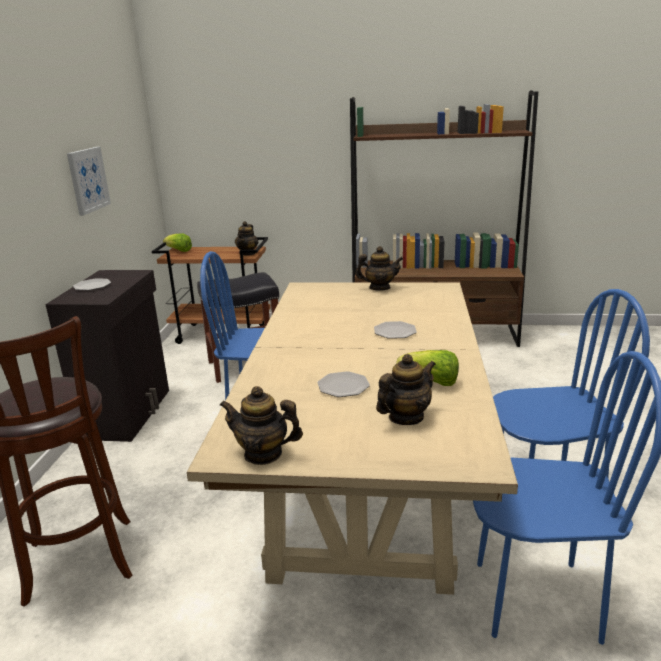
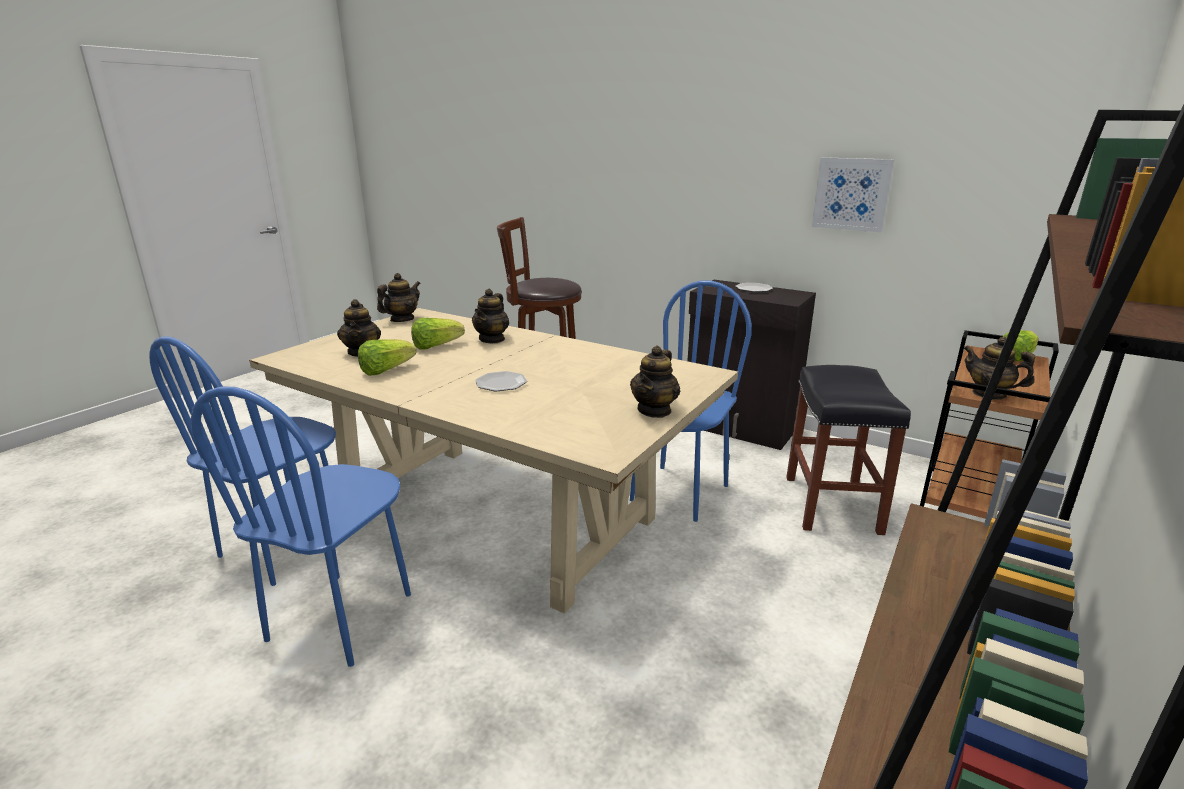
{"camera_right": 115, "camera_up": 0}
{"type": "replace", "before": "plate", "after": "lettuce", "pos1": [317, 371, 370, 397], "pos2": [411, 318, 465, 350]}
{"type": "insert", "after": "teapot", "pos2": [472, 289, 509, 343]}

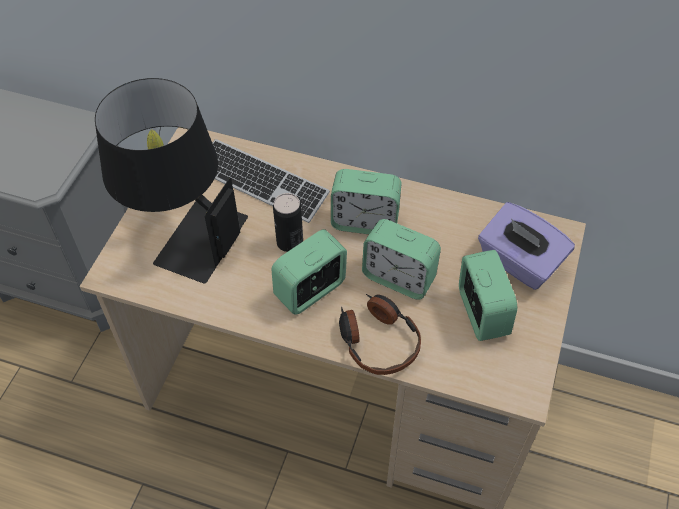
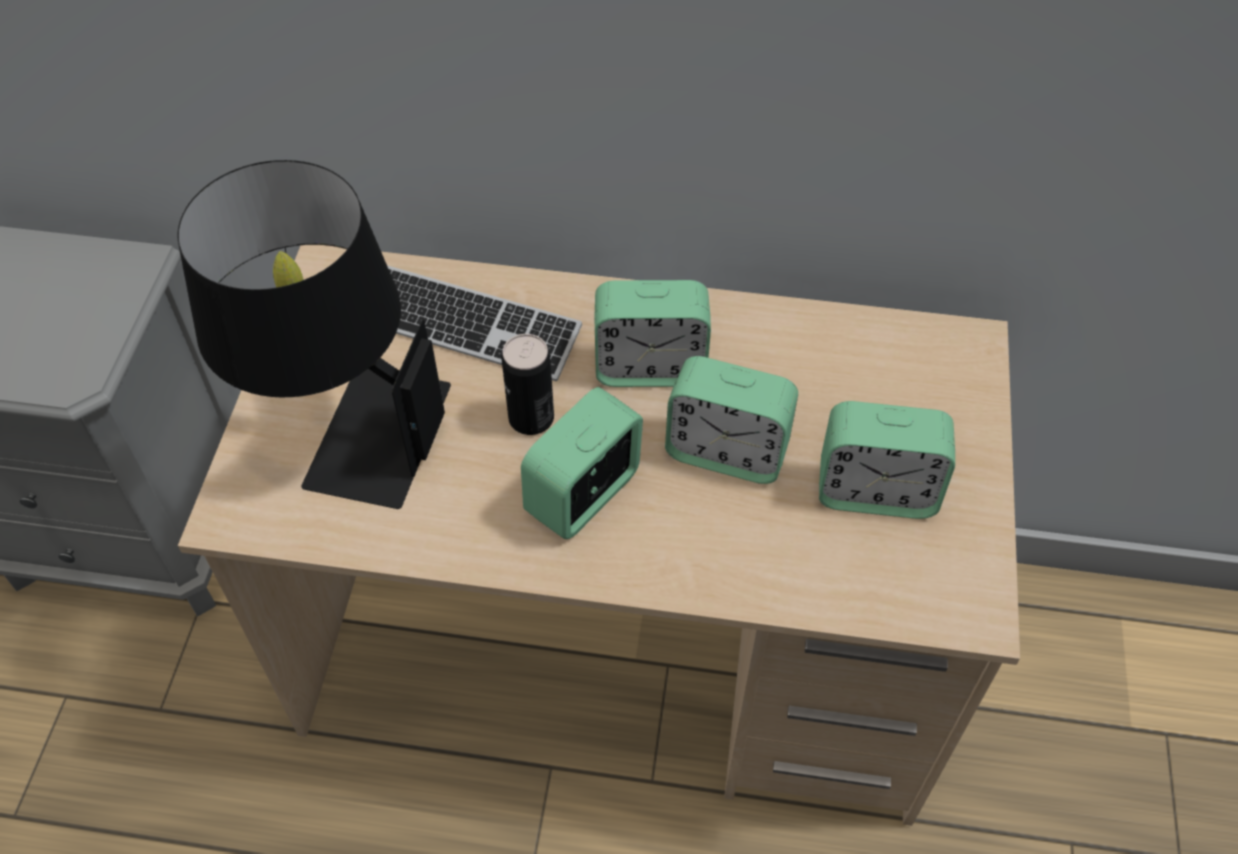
{"camera_right": -10, "camera_up": 0}
{"type": "rotate", "before": "alarm clock", "pos1": [459, 250, 517, 341], "pos2": [819, 401, 955, 519], "turn": 120}
{"type": "delete", "before": "headphones", "pos1": [339, 294, 421, 375]}
{"type": "delete", "before": "purple tissue box", "pos1": [478, 202, 575, 290]}

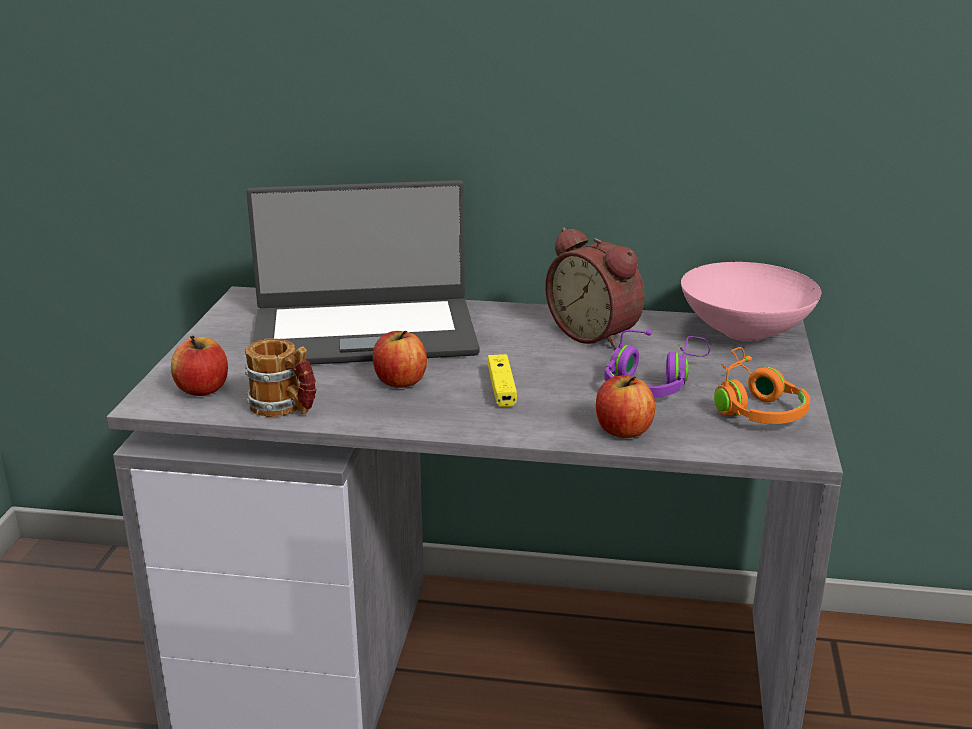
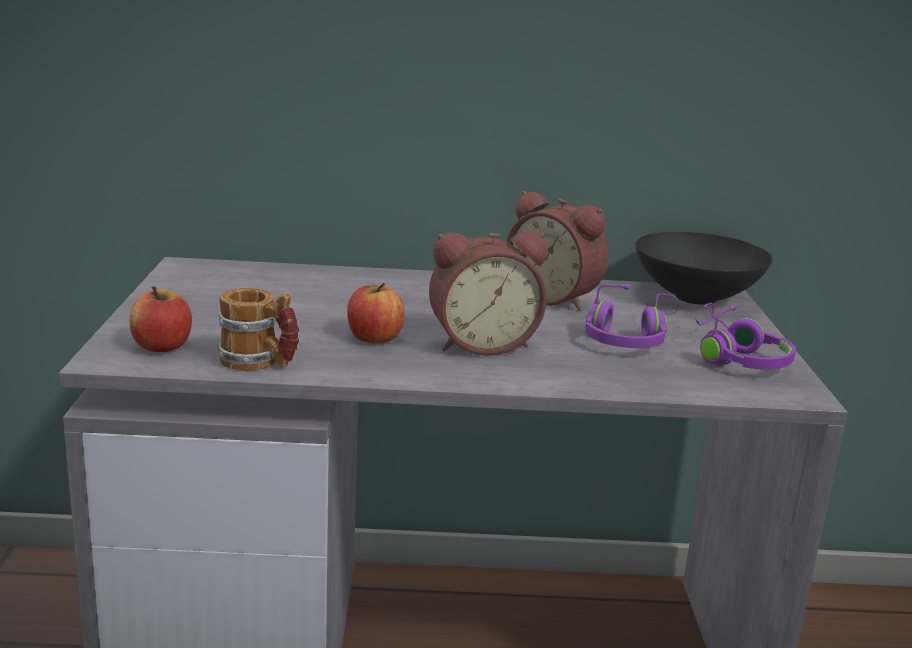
{"camera_right": -10, "camera_up": -5}
{"type": "replace", "before": "yellow game controller", "after": "alarm clock", "pos1": [488, 354, 517, 407], "pos2": [429, 231, 547, 356]}
{"type": "recolor", "before": "pink bowl", "after": "black bowl", "pos1": [681, 262, 822, 342], "pos2": [636, 232, 772, 305]}
{"type": "recolor", "before": "orange headphones", "after": "purple headphones", "pos1": [714, 347, 810, 424], "pos2": [695, 303, 796, 370]}
{"type": "delete", "before": "laptop", "pos1": [247, 180, 479, 365]}
{"type": "delete", "before": "apple", "pos1": [596, 375, 655, 438]}

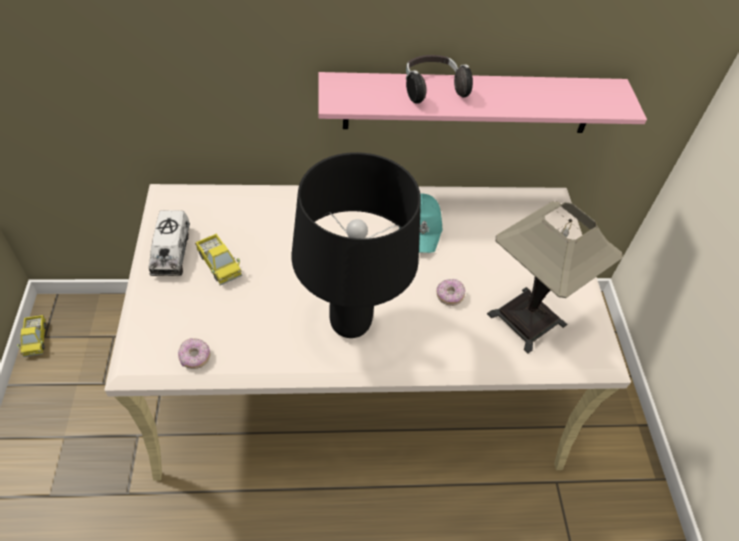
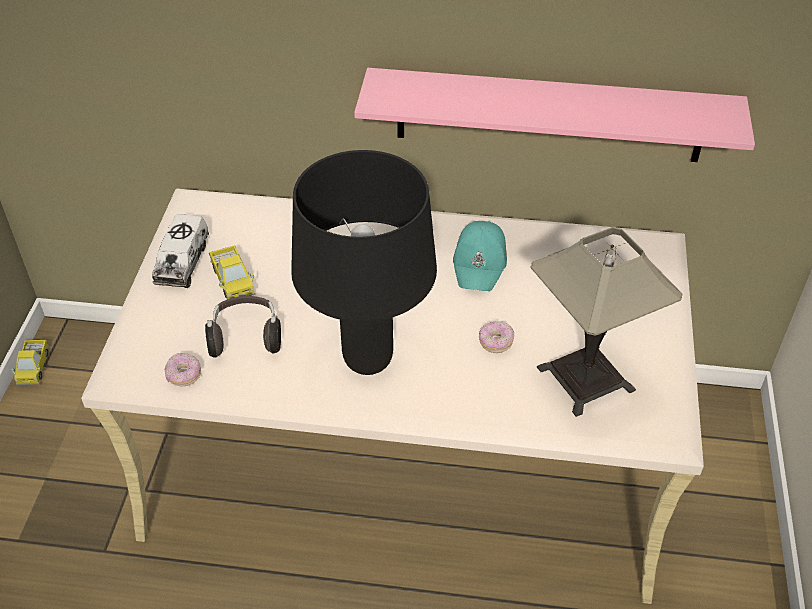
{"camera_right": 15, "camera_up": -5}
{"type": "move", "before": "headphones", "pos1": [406, 55, 473, 104], "pos2": [205, 296, 281, 358]}

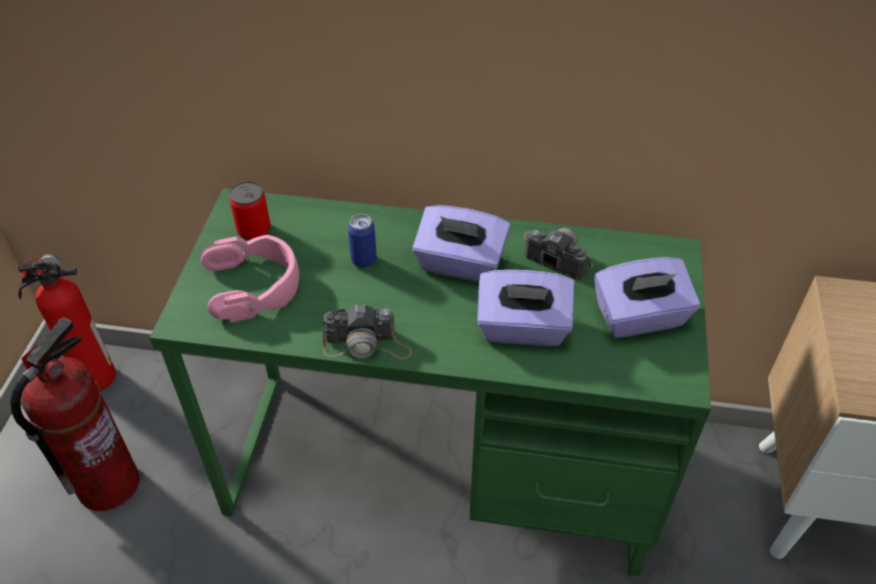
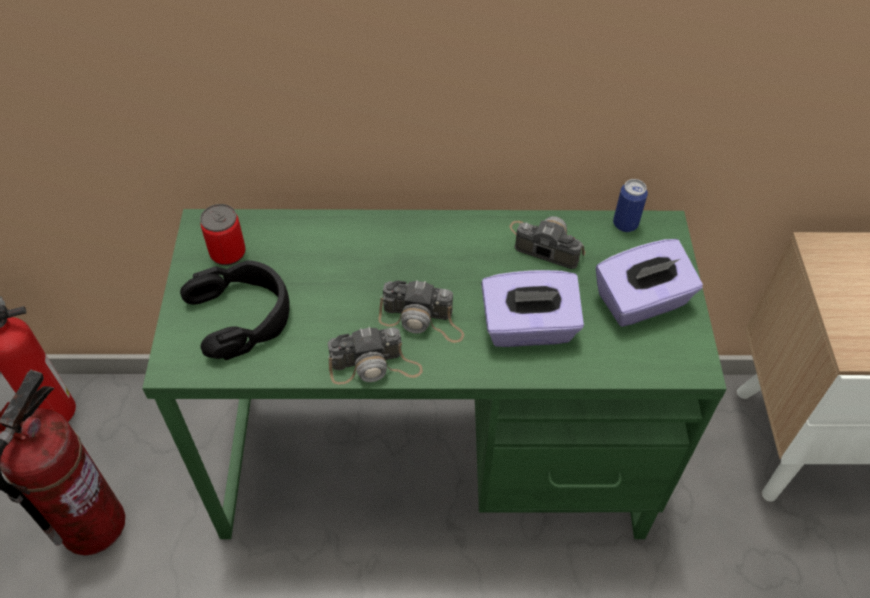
{"camera_right": -10, "camera_up": 5}
{"type": "recolor", "before": "pink headphones", "after": "black headphones", "pos1": [201, 235, 299, 323], "pos2": [180, 260, 290, 360]}
{"type": "insert", "after": "photo camera", "pos2": [378, 280, 464, 343]}
{"type": "move", "before": "can", "pos1": [348, 214, 377, 268], "pos2": [613, 179, 648, 232]}
{"type": "delete", "before": "purple tissue box", "pos1": [412, 205, 510, 282]}

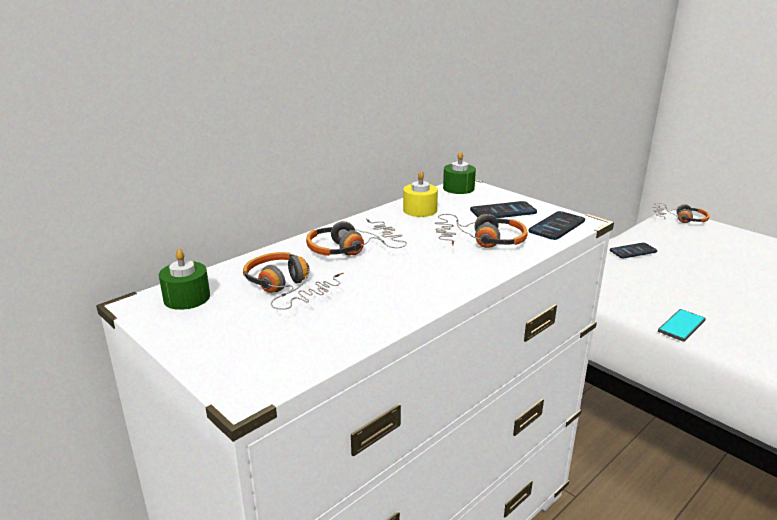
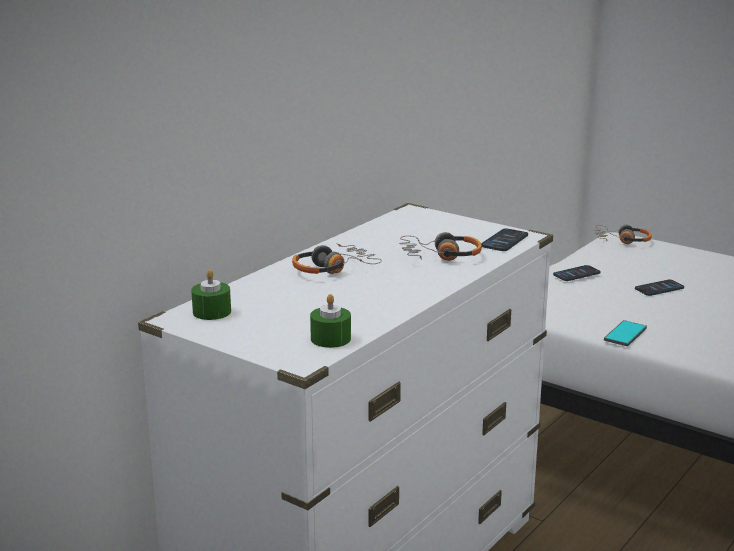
{"camera_right": -10, "camera_up": -5}
{"type": "move", "before": "green candle", "pos1": [443, 152, 476, 194], "pos2": [310, 294, 351, 348]}
{"type": "move", "before": "phone", "pos1": [470, 201, 537, 218], "pos2": [635, 280, 684, 296]}
{"type": "delete", "before": "headphones", "pos1": [243, 252, 343, 310]}
{"type": "delete", "before": "yellow candle", "pos1": [403, 171, 438, 217]}

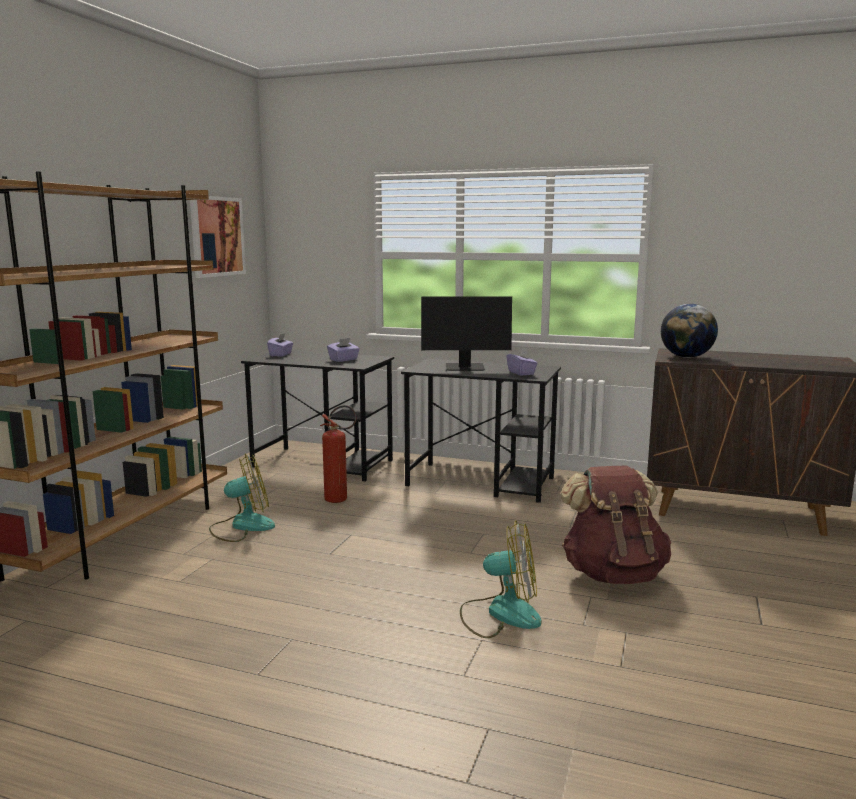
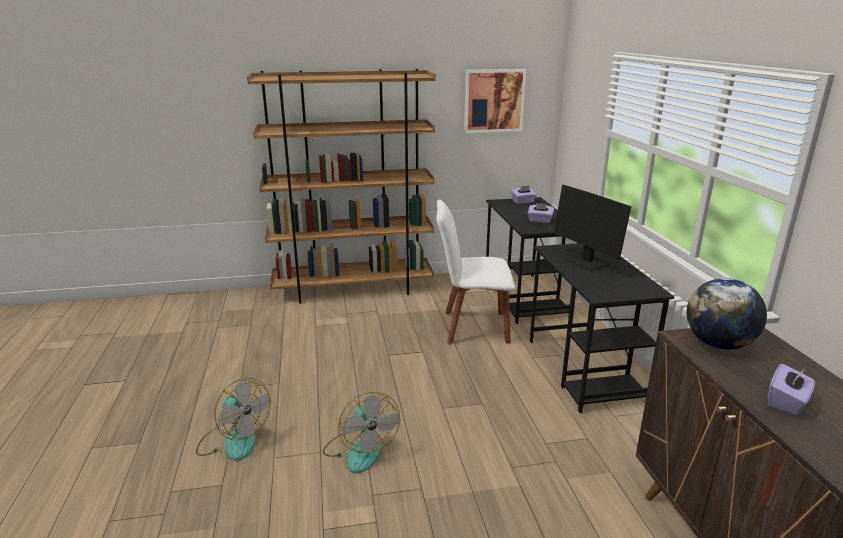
{"camera_right": 60, "camera_up": 10}
{"type": "move", "before": "fan", "pos1": [209, 453, 275, 542], "pos2": [196, 377, 271, 461]}
{"type": "replace", "before": "fire extinguisher", "after": "white chair", "pos1": [320, 405, 357, 503], "pos2": [436, 200, 515, 345]}
{"type": "move", "before": "purple tissue box", "pos1": [506, 348, 538, 376], "pos2": [768, 364, 815, 417]}
{"type": "delete", "before": "brown backpack", "pos1": [561, 466, 671, 584]}

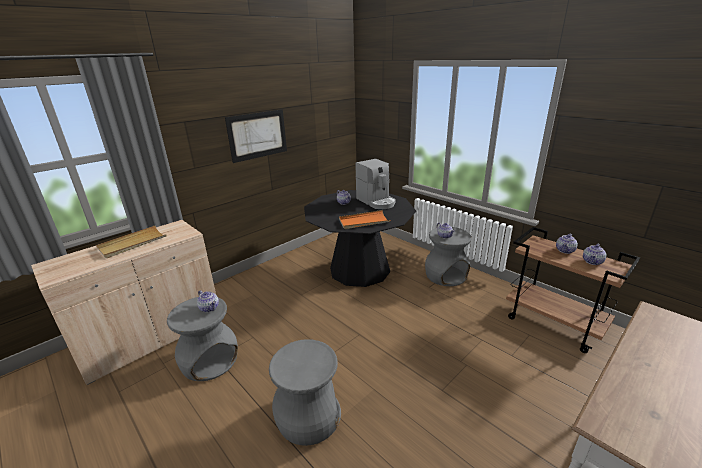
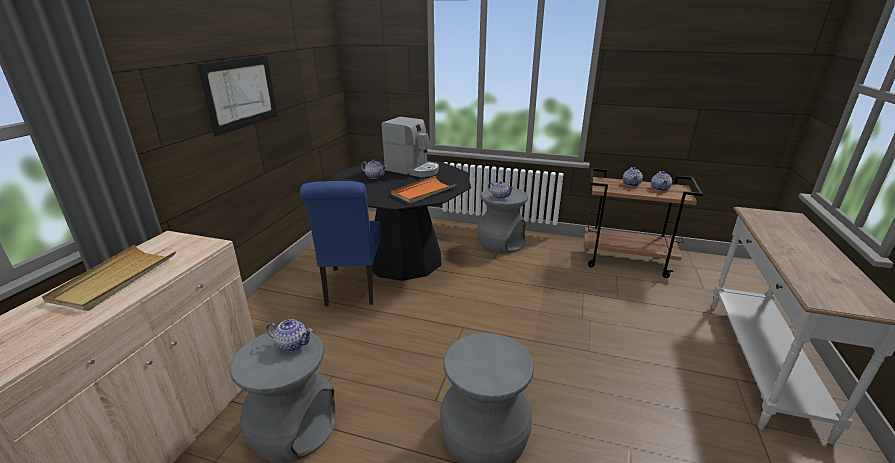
{"camera_right": -30, "camera_up": 0}
{"type": "insert", "after": "blue chair", "pos2": [300, 181, 381, 306]}

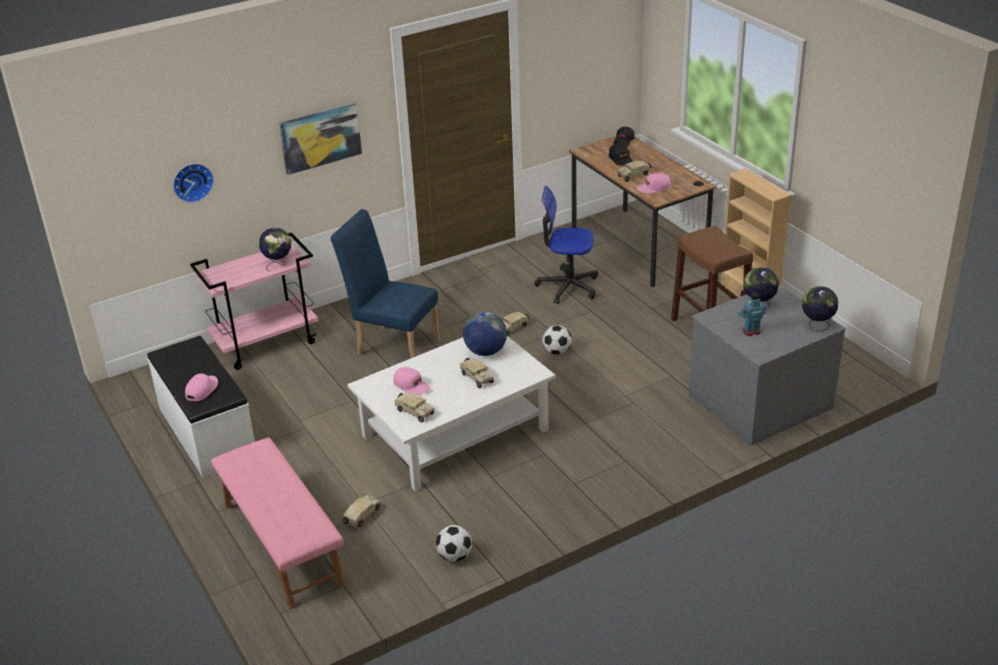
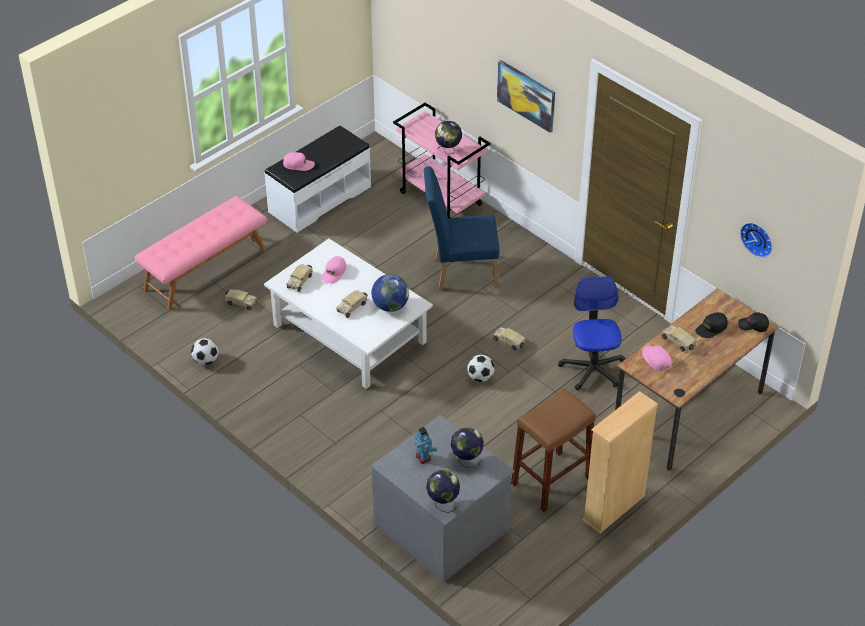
{"camera_right": 75, "camera_up": 10}
{"type": "rotate", "before": "blue chair", "pos1": [331, 209, 441, 359], "pos2": [424, 166, 499, 290], "turn": -105}
{"type": "move", "before": "wall clock", "pos1": [173, 163, 214, 203], "pos2": [740, 223, 772, 258]}

